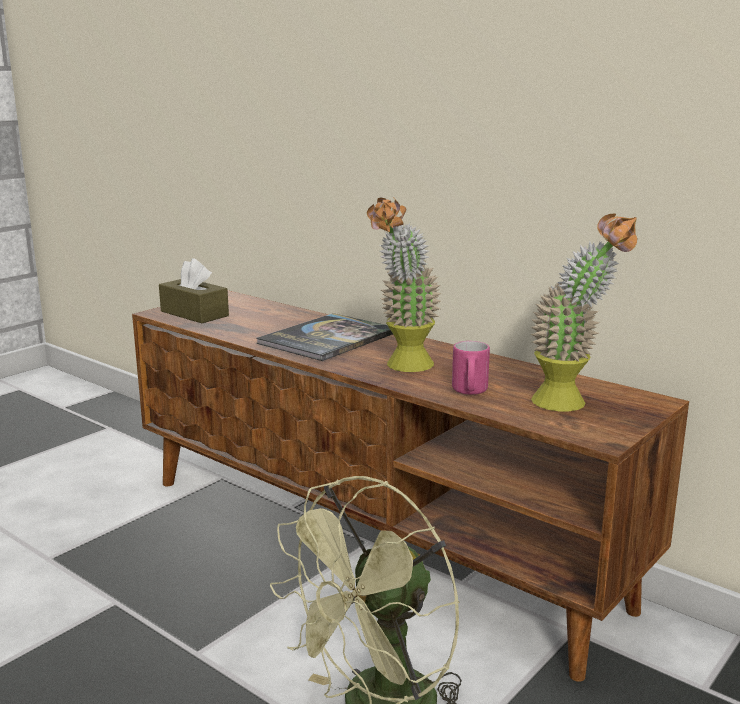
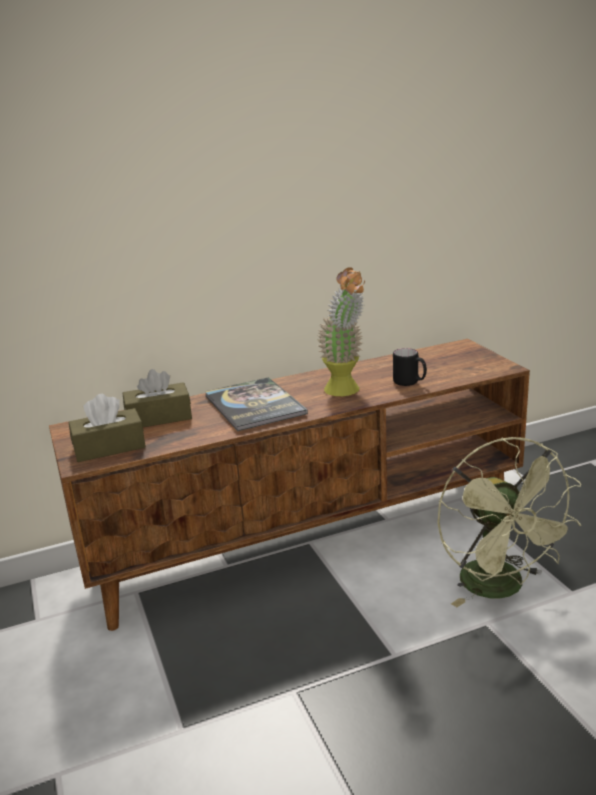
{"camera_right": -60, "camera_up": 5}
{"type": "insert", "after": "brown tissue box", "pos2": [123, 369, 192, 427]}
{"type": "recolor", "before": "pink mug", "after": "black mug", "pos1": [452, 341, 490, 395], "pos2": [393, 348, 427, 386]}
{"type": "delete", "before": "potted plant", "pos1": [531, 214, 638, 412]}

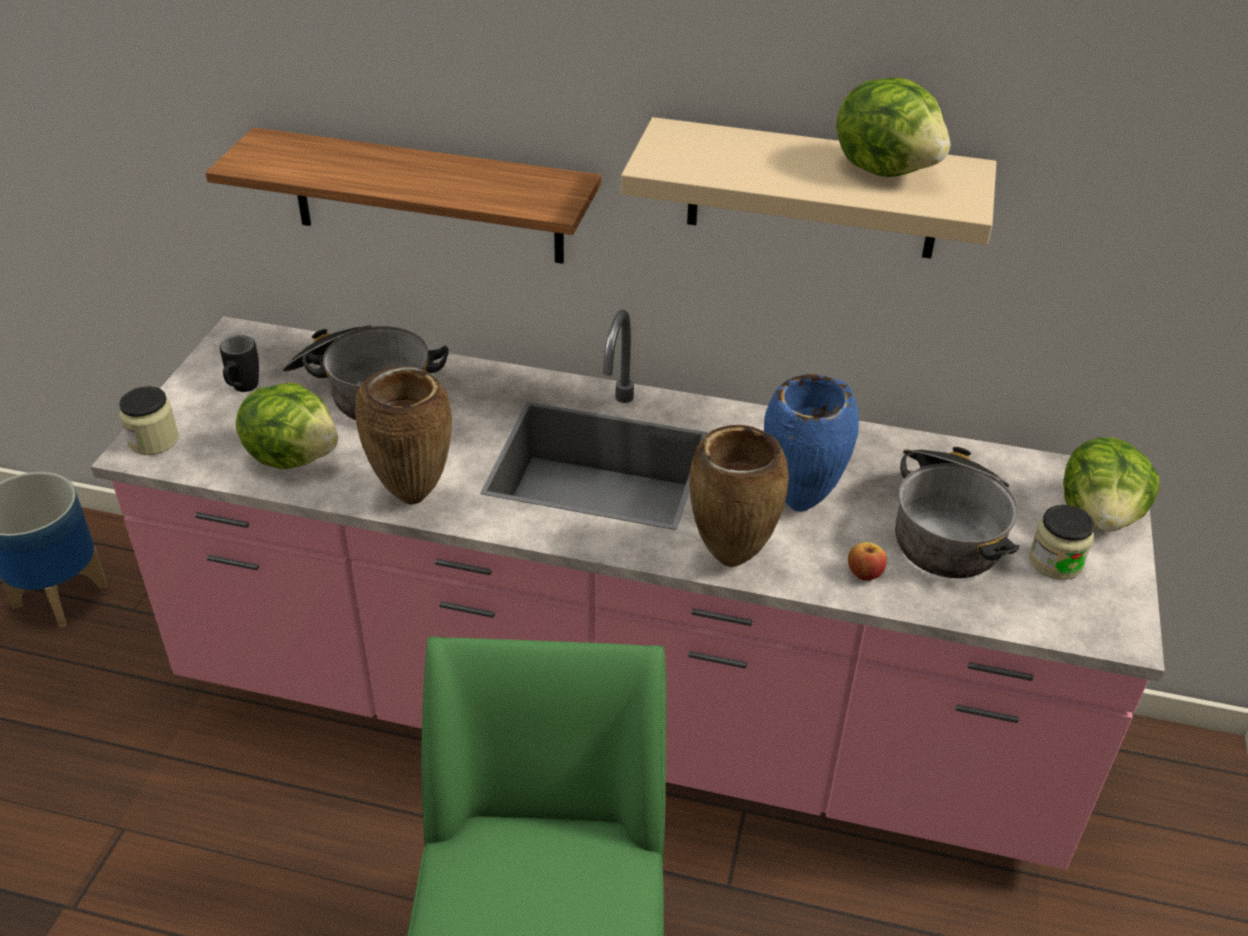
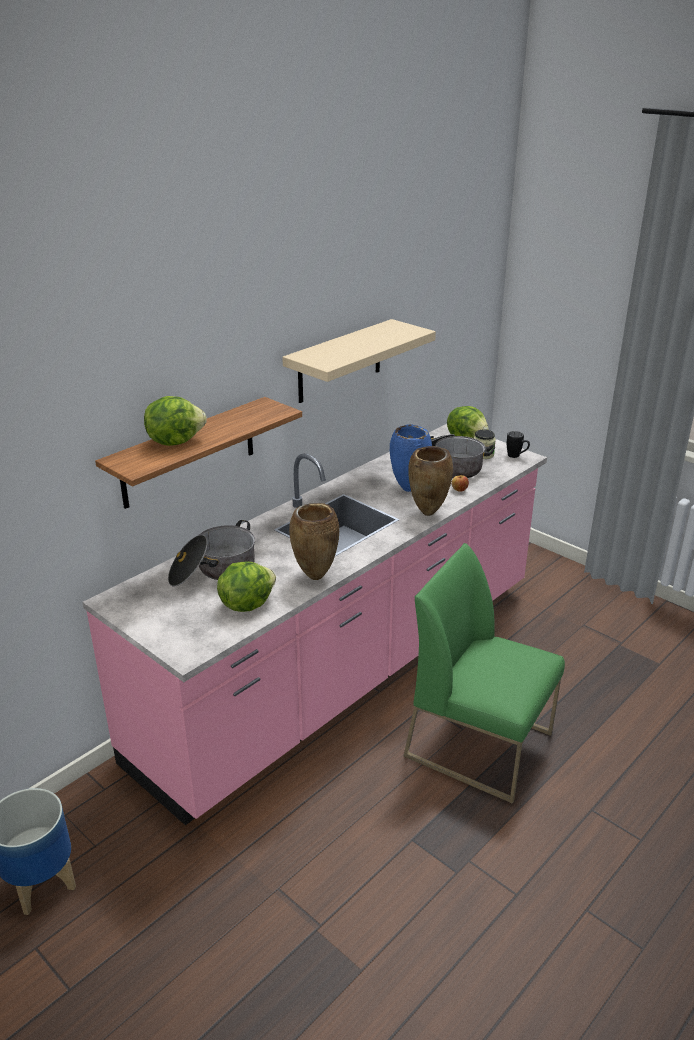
{"camera_right": -60, "camera_up": -10}
{"type": "move", "before": "lettuce", "pos1": [836, 77, 951, 177], "pos2": [144, 396, 207, 446]}
{"type": "move", "before": "black mug", "pos1": [220, 335, 259, 392], "pos2": [507, 431, 530, 458]}
{"type": "delete", "before": "jar", "pos1": [119, 386, 179, 455]}

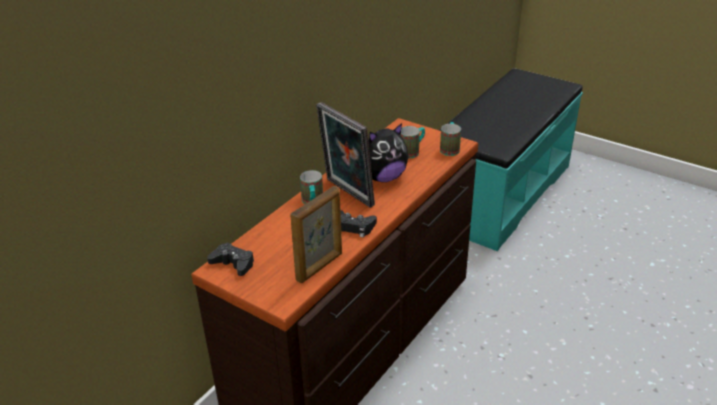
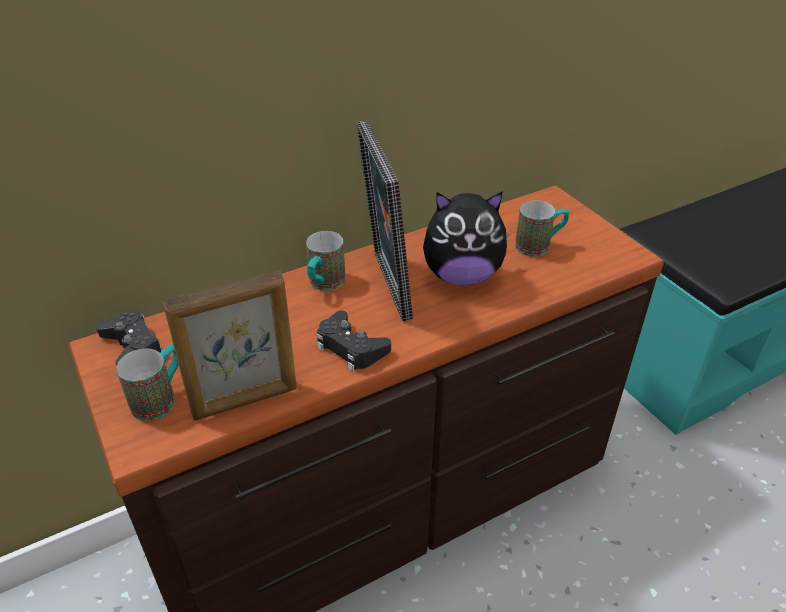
{"camera_right": 25, "camera_up": 5}
{"type": "move", "before": "mug", "pos1": [440, 122, 461, 156], "pos2": [116, 344, 178, 421]}

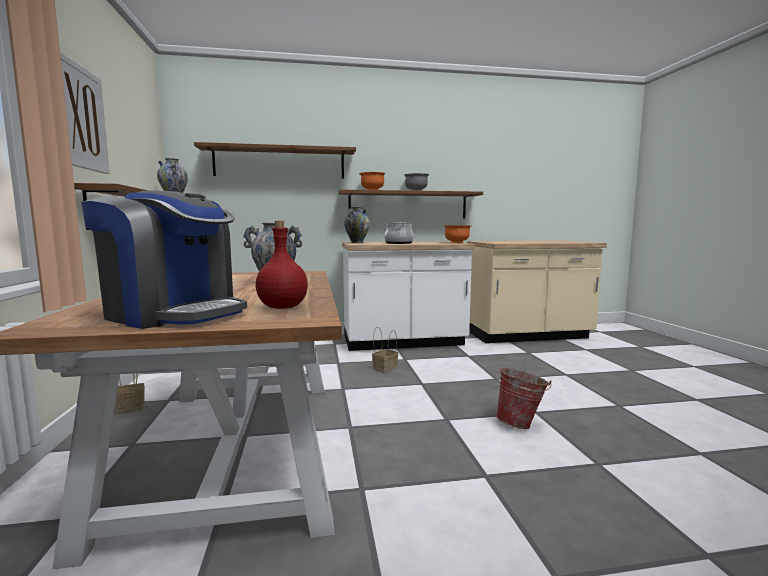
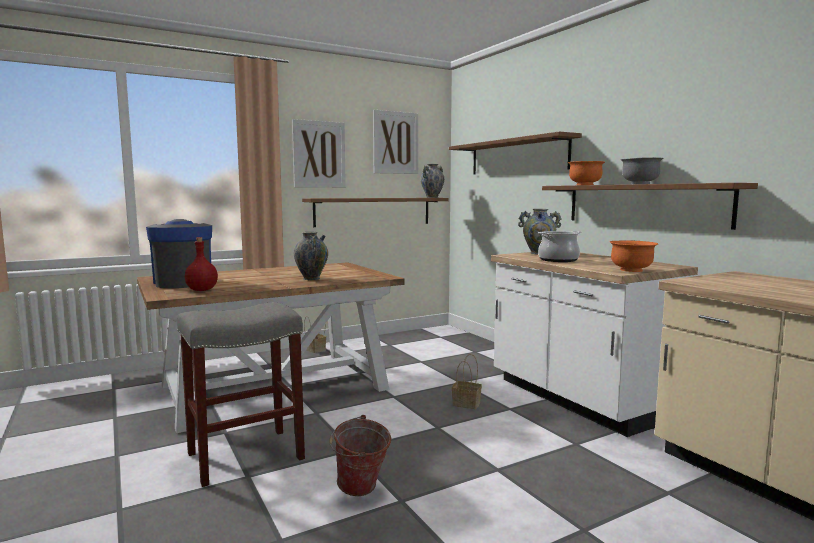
{"camera_right": 70, "camera_up": 0}
{"type": "rotate", "before": "coffee machine", "pos1": [81, 191, 247, 329], "pos2": [146, 219, 212, 288], "turn": 150}
{"type": "insert", "after": "grey stool", "pos2": [177, 302, 305, 487]}
{"type": "insert", "after": "picture", "pos2": [373, 110, 418, 174]}

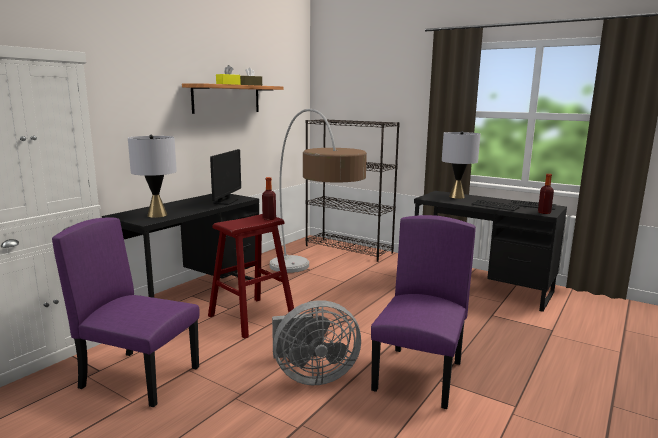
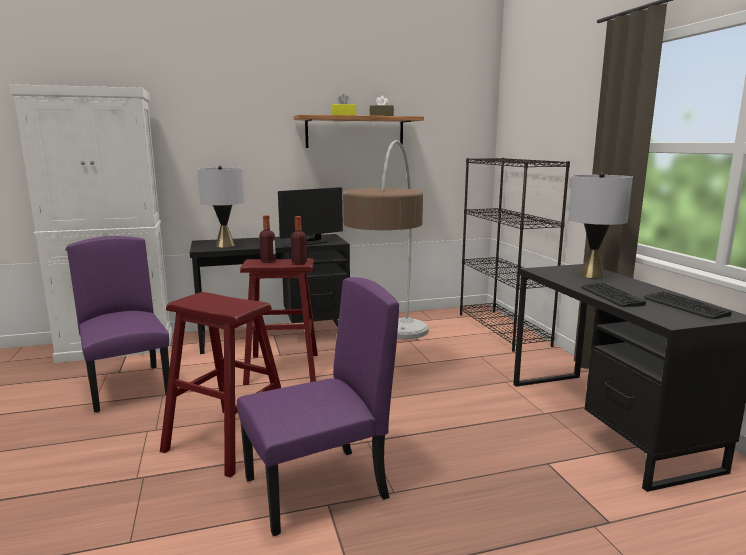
{"camera_right": 40, "camera_up": 0}
{"type": "replace", "before": "grey fan", "after": "red stool", "pos1": [272, 300, 361, 385], "pos2": [160, 292, 281, 478]}
{"type": "move", "before": "bottle", "pos1": [538, 174, 554, 214], "pos2": [259, 215, 276, 263]}

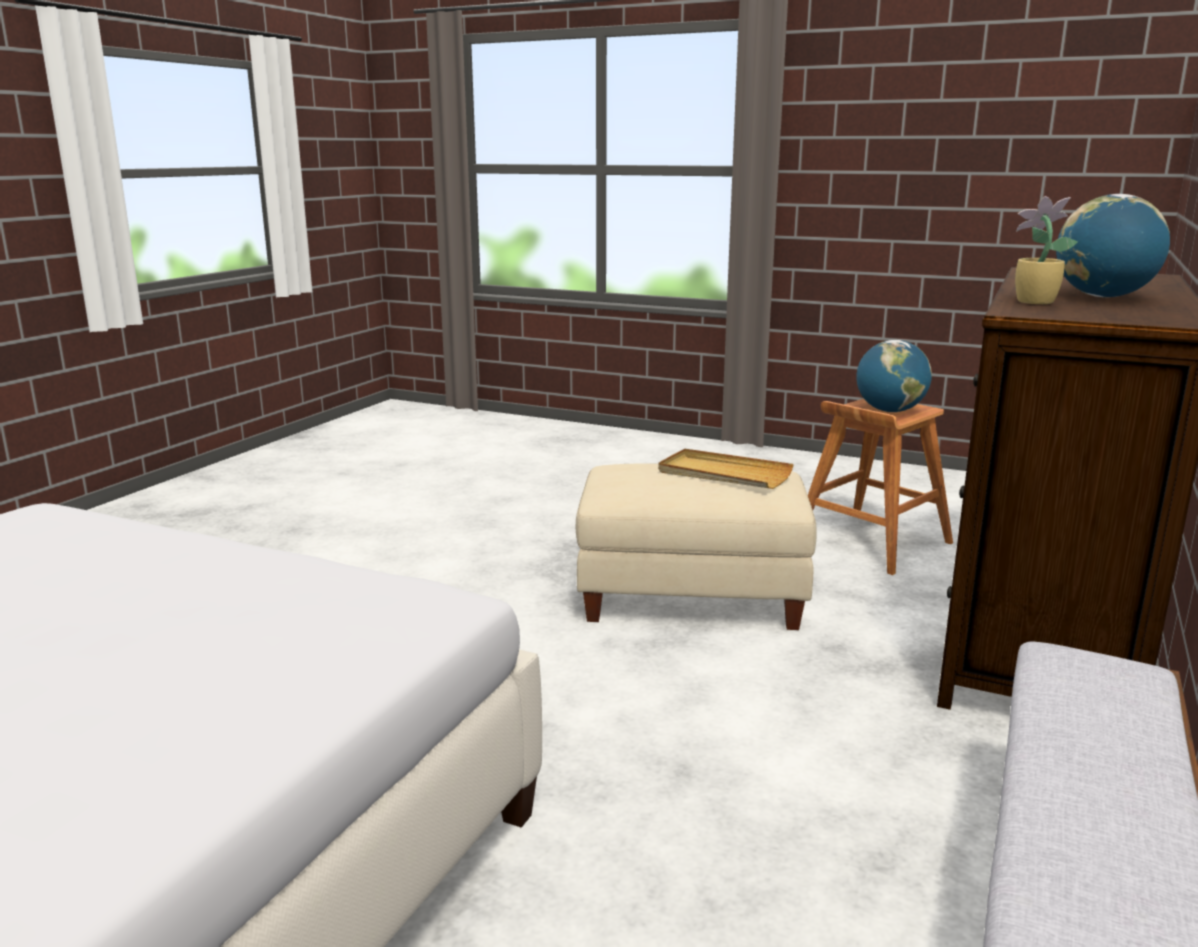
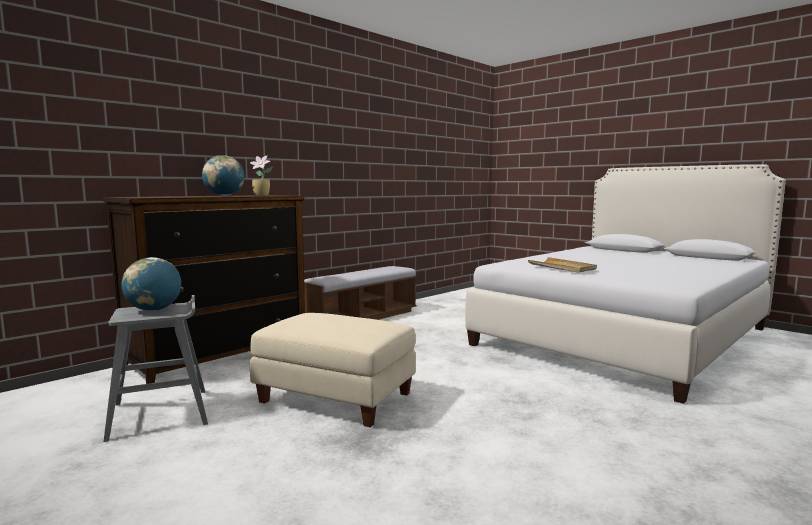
{"camera_right": -160, "camera_up": -10}
{"type": "recolor", "before": "brown stool", "after": "grey stool", "pos1": [808, 399, 953, 575], "pos2": [103, 295, 208, 442]}
{"type": "move", "before": "beige tray", "pos1": [658, 449, 794, 489], "pos2": [528, 257, 597, 273]}

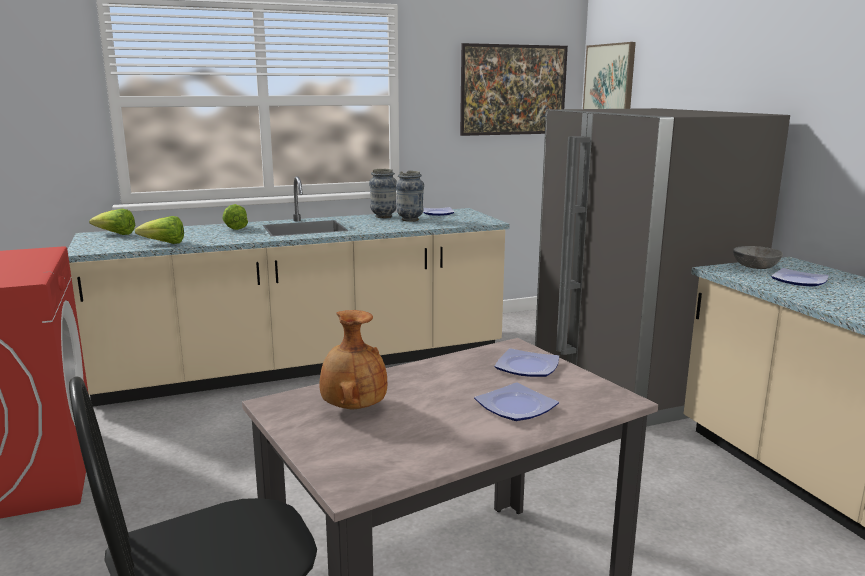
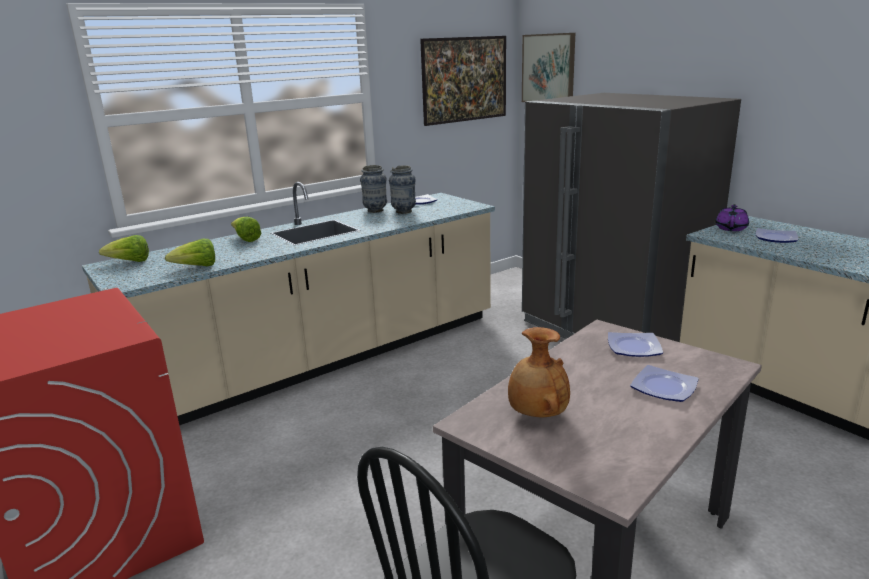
{"camera_right": -15, "camera_up": 5}
{"type": "replace", "before": "grey bowl", "after": "purple teapot", "pos1": [733, 246, 783, 269], "pos2": [715, 204, 749, 231]}

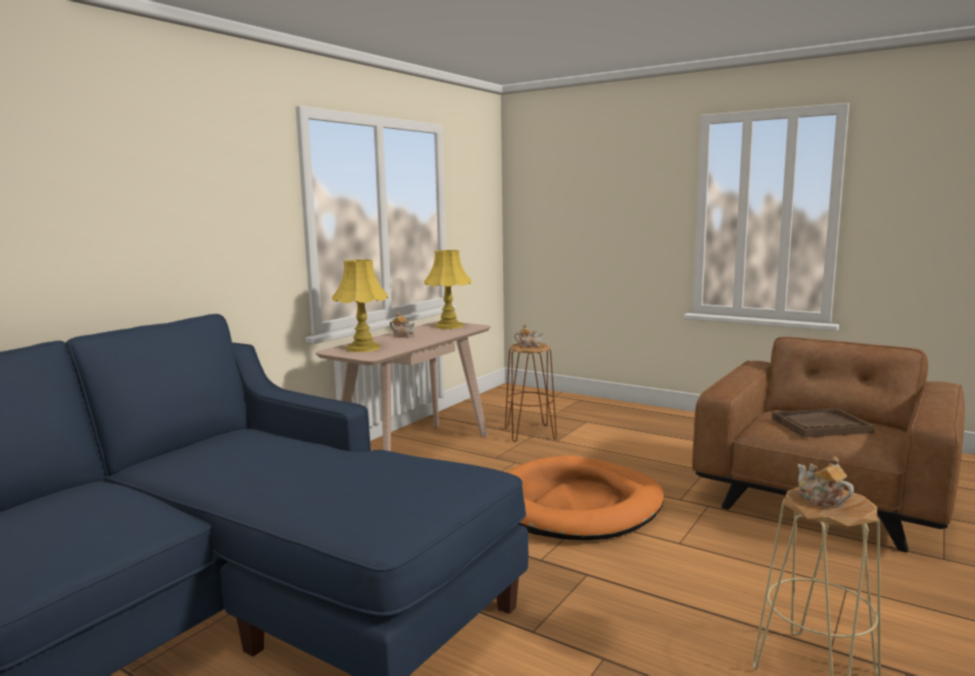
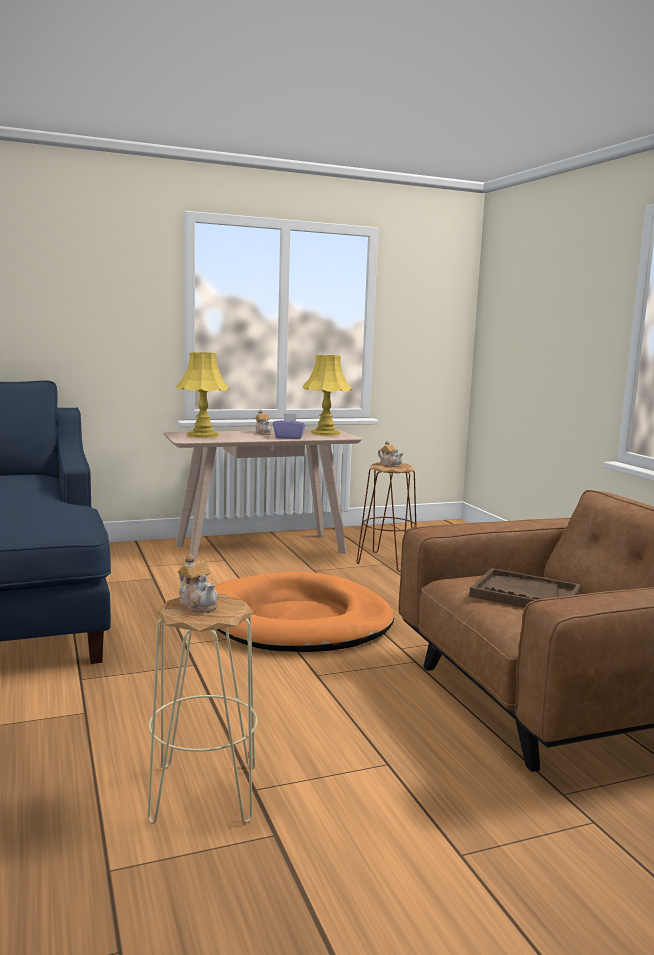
{"camera_right": 35, "camera_up": 0}
{"type": "rotate", "before": "teapot", "pos1": [797, 456, 854, 508], "pos2": [178, 554, 219, 613], "turn": 135}
{"type": "insert", "after": "purple tissue box", "pos2": [273, 413, 306, 439]}

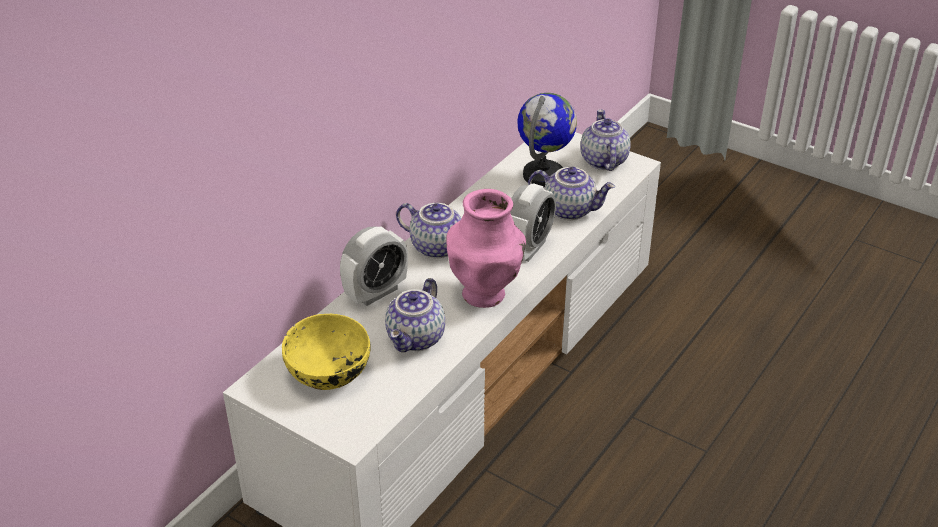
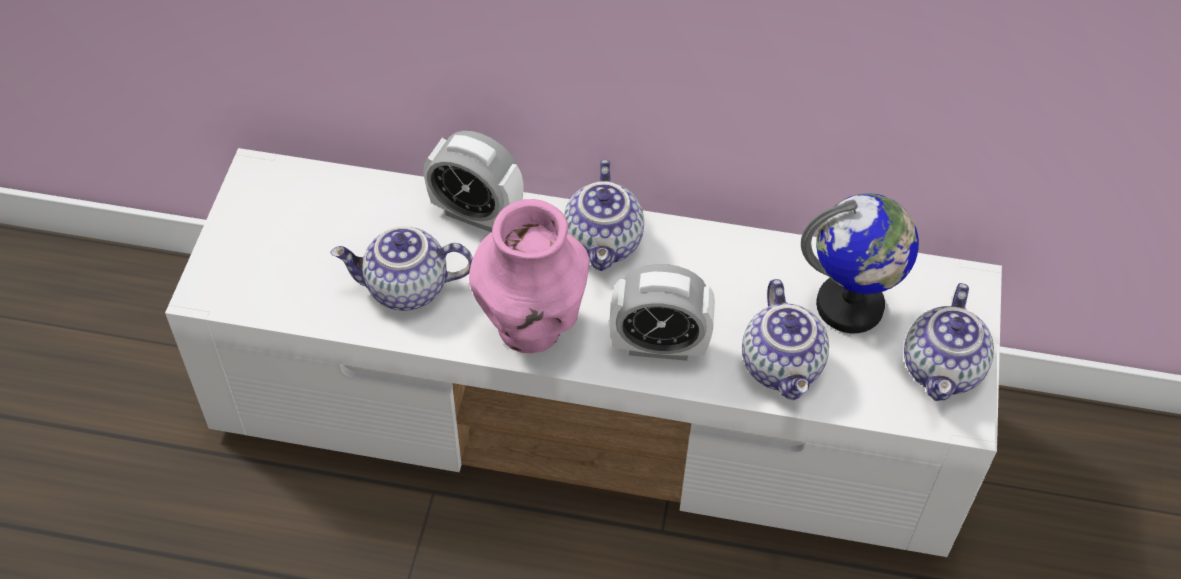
{"camera_right": 65, "camera_up": 15}
{"type": "rotate", "before": "teapot", "pos1": [580, 109, 631, 171], "pos2": [904, 283, 994, 401], "turn": 135}
{"type": "delete", "before": "yellow bowl", "pos1": [282, 314, 371, 390]}

